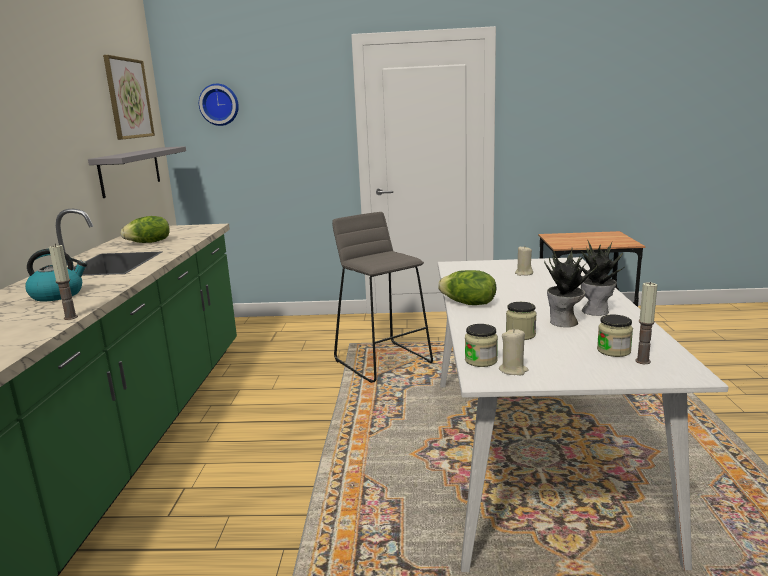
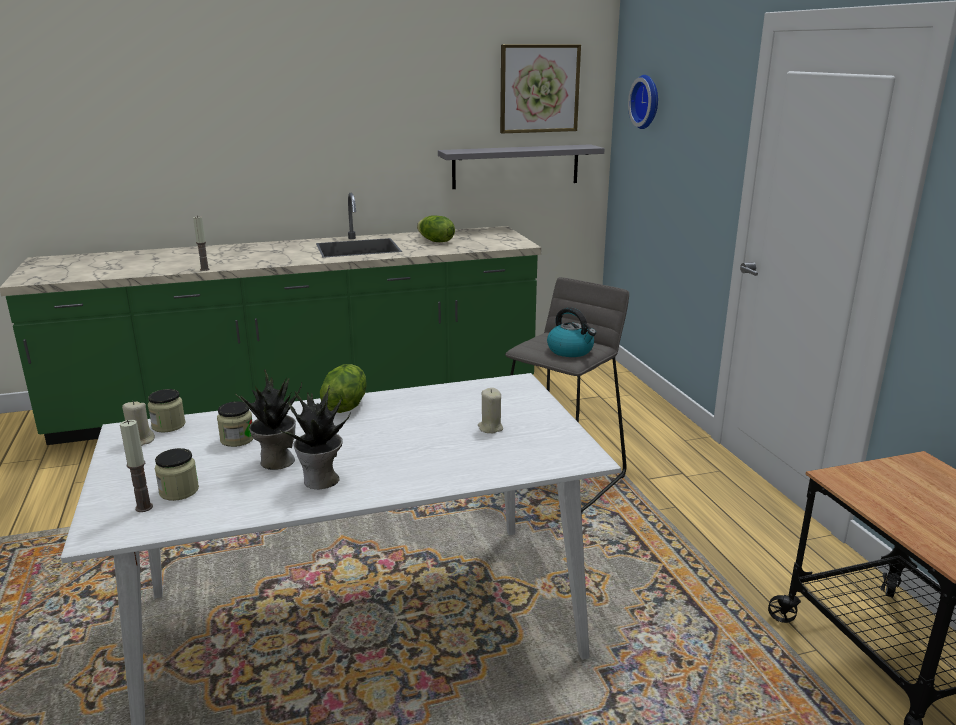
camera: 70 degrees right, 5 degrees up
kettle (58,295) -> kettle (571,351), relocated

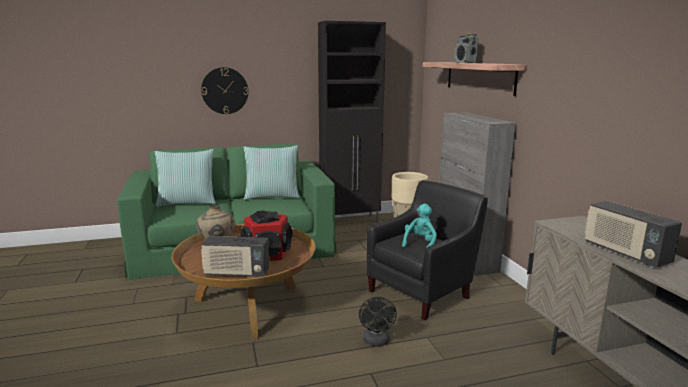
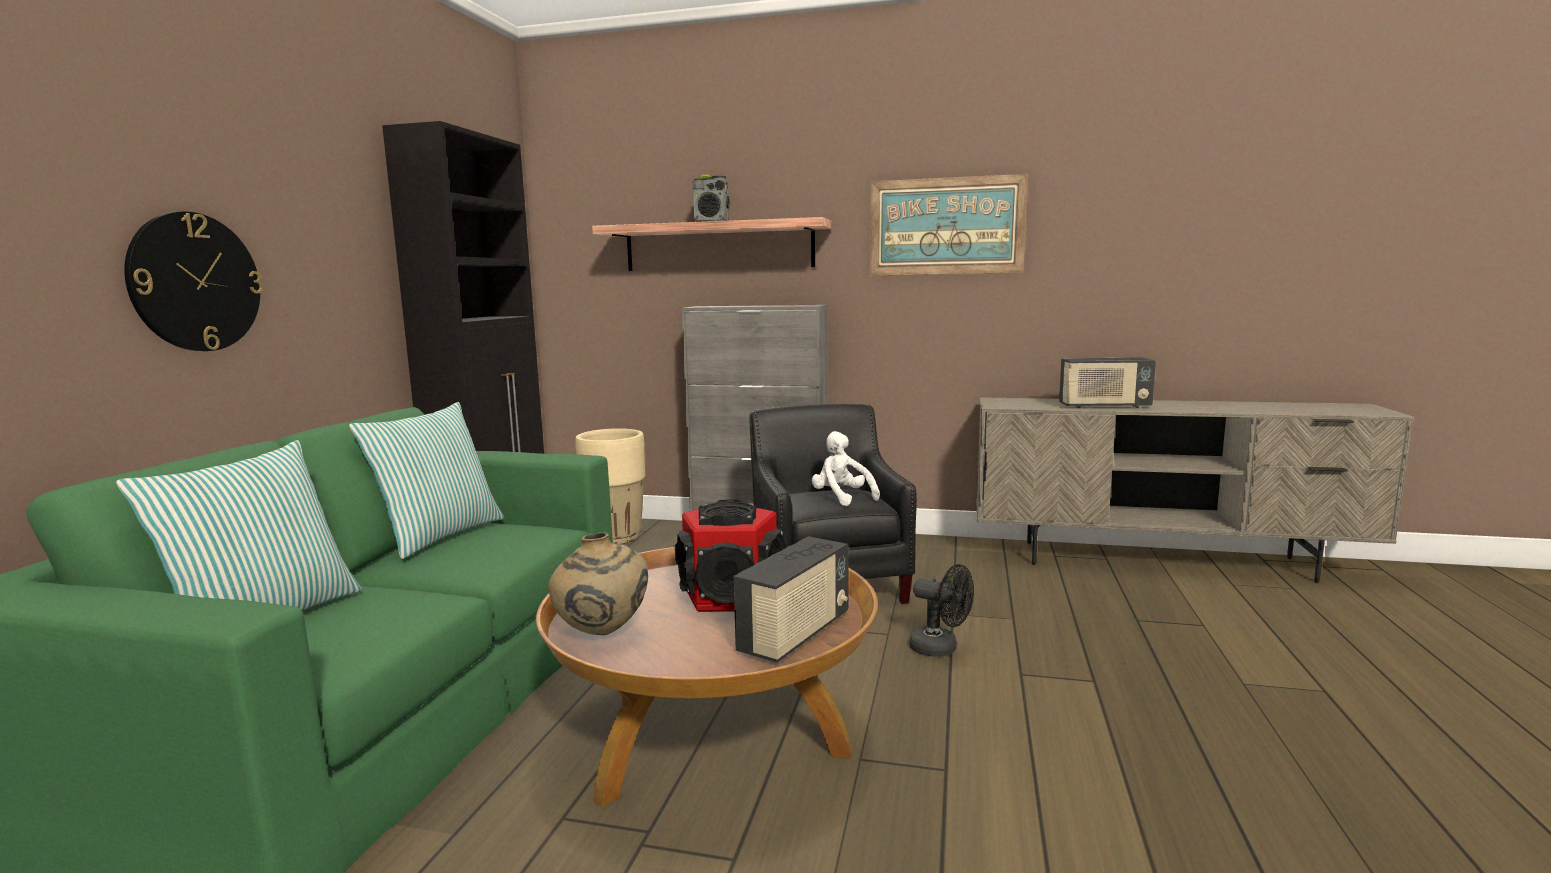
camera: 60 degrees left, 5 degrees down
plush toy (turquoise) (420,244) -> plush toy (white) (841,498)
none -> picture (946,226)

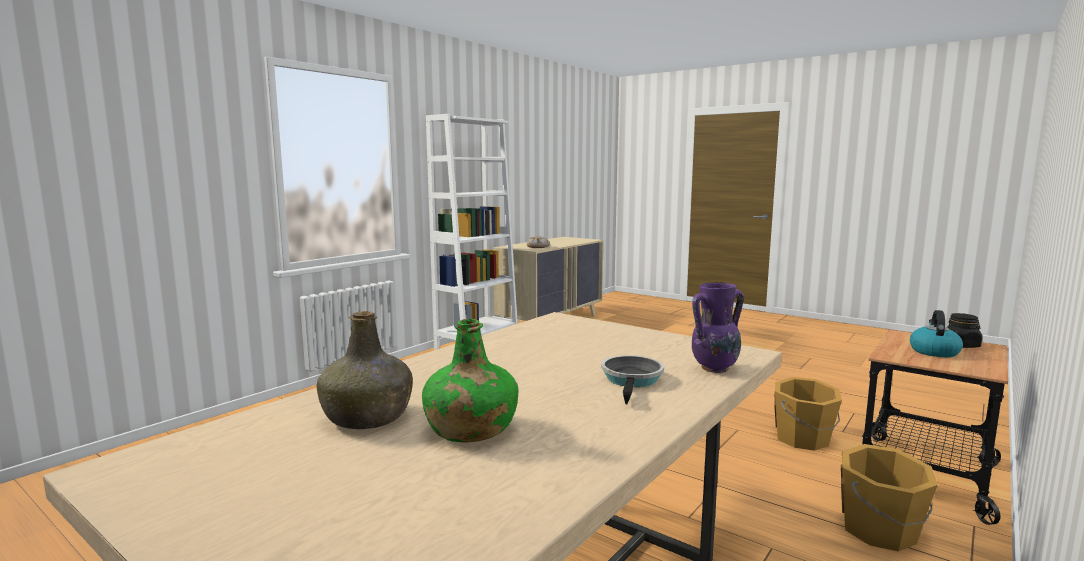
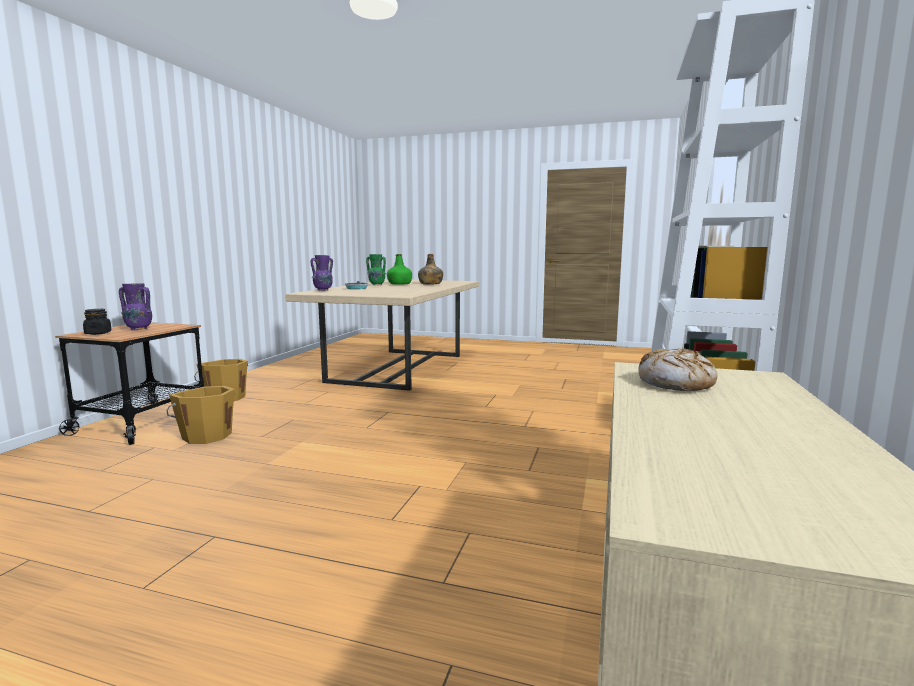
camera: 160 degrees right, 0 degrees up
kettle (934,351) -> vase (purple) (138,329)
none -> vase (green) (376,285)

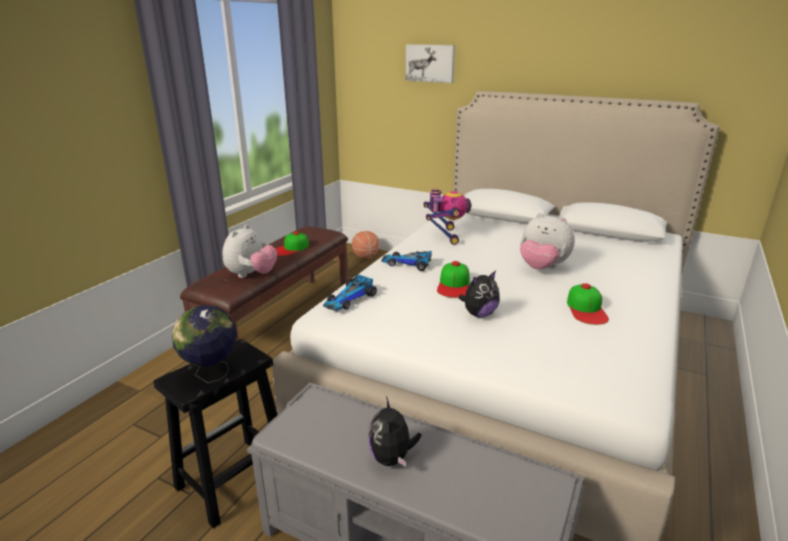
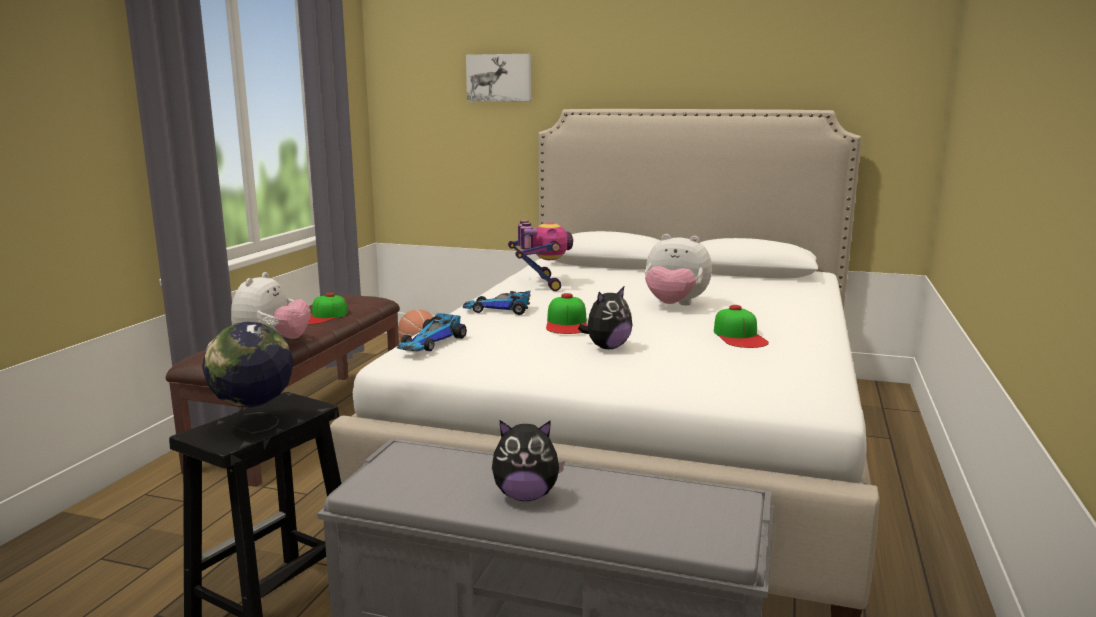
camera: 10 degrees left, 10 degrees down
plush toy (392,458) -> plush toy (526,496), 75 degrees counterclockwise

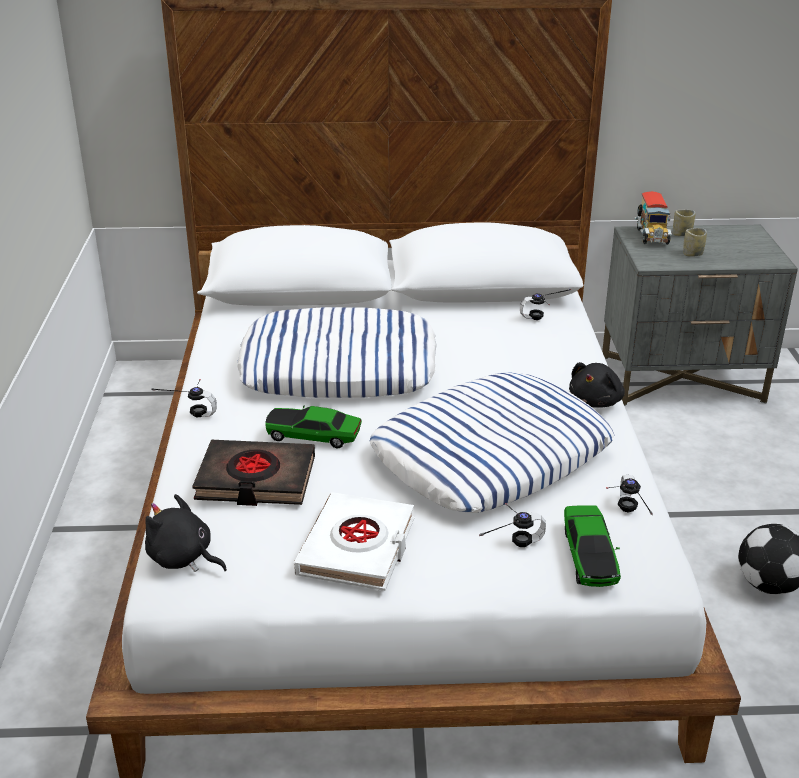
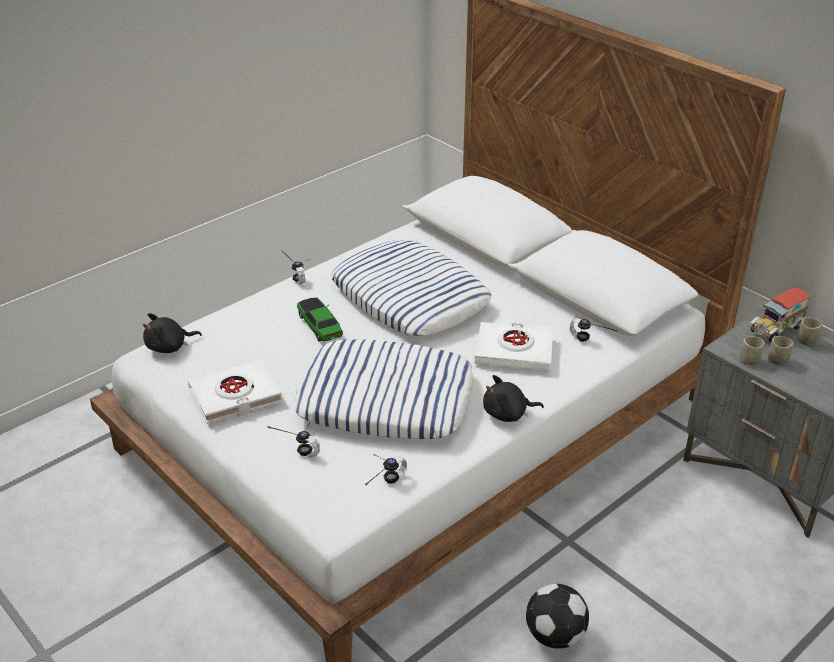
camera: 50 degrees right, 5 degrees up
plush toy (black) (183,558) -> plush toy (black) (169,347), 105 degrees counterclockwise
book (black) (255,479) -> none
toy car (589,556) -> none
none -> book (white) (514,351)
none -> cup (749,361)

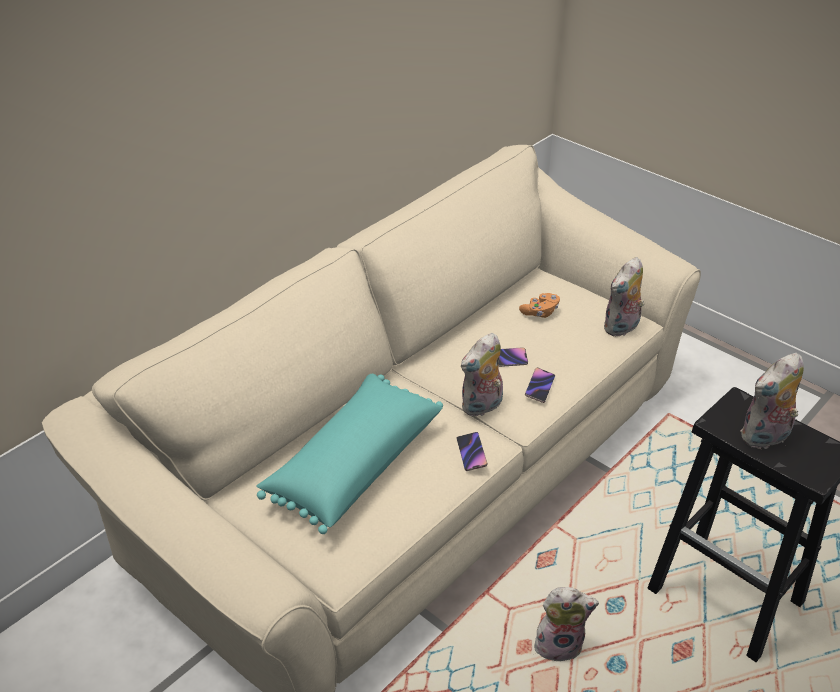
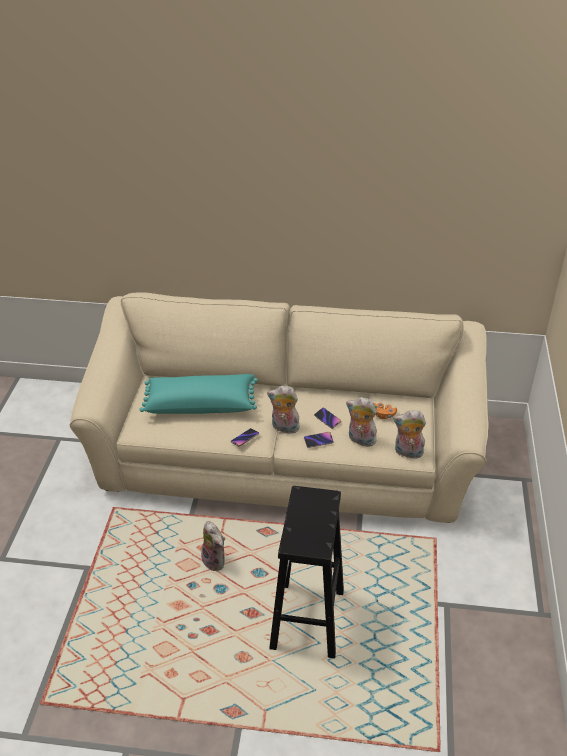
camera: 55 degrees right, 0 degrees up
plush toy (765,438) -> plush toy (360,440), relocated

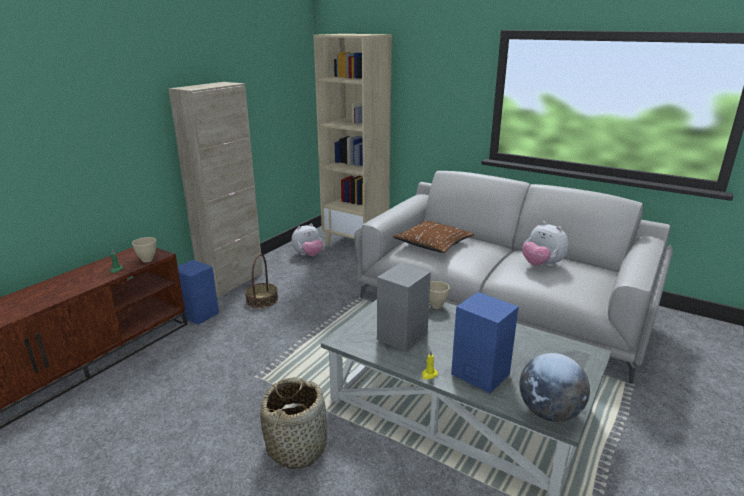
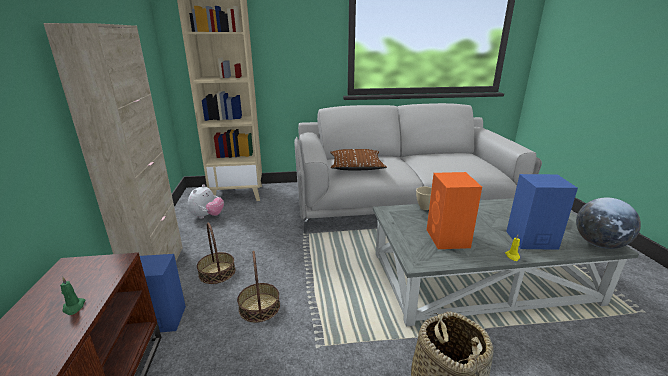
camera: 40 degrees left, 0 degrees up
bowl (beige) (148,260) -> none
speaker (grey) (401,337) -> speaker (orange) (448,239)
plush toy (542,265) -> none
none -> basket (259,307)

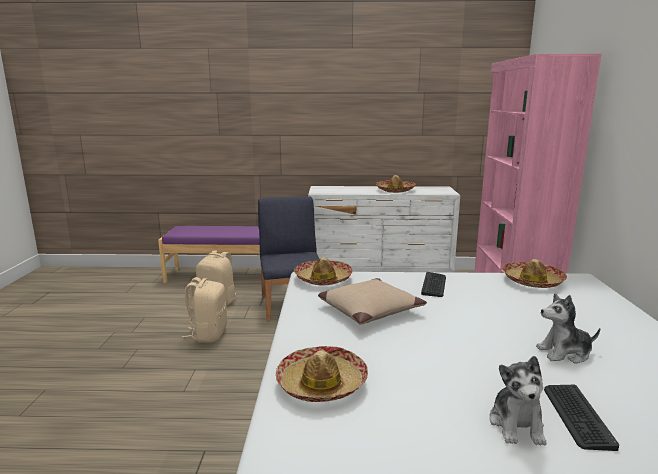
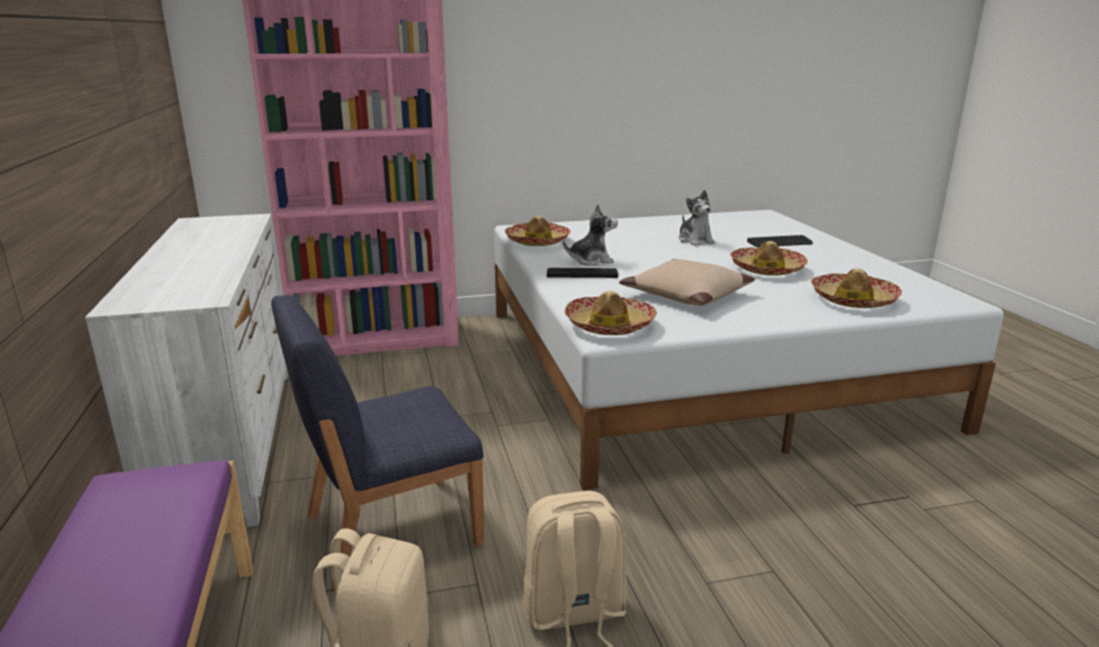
camera: 105 degrees left, 5 degrees up
hat (395,190) -> hat (767,269), relocated
plush toy (517,425) -> plush toy (591,261), relocated

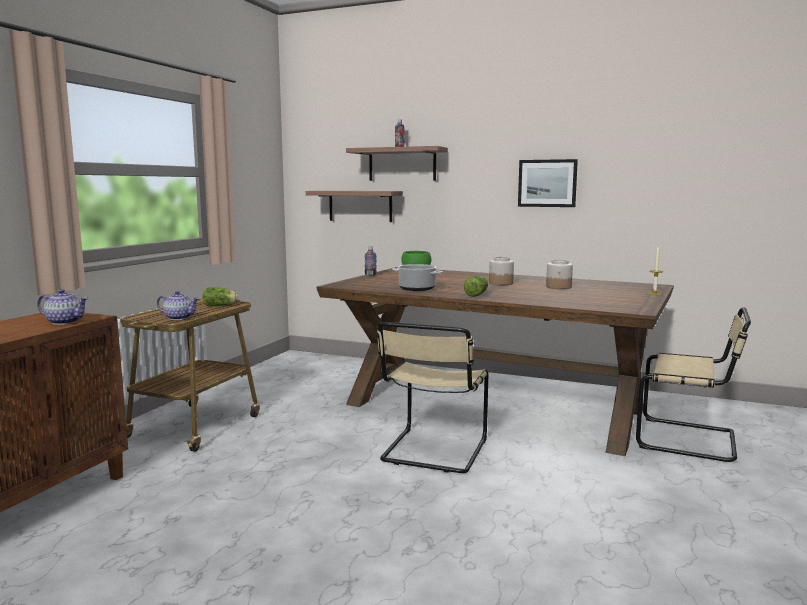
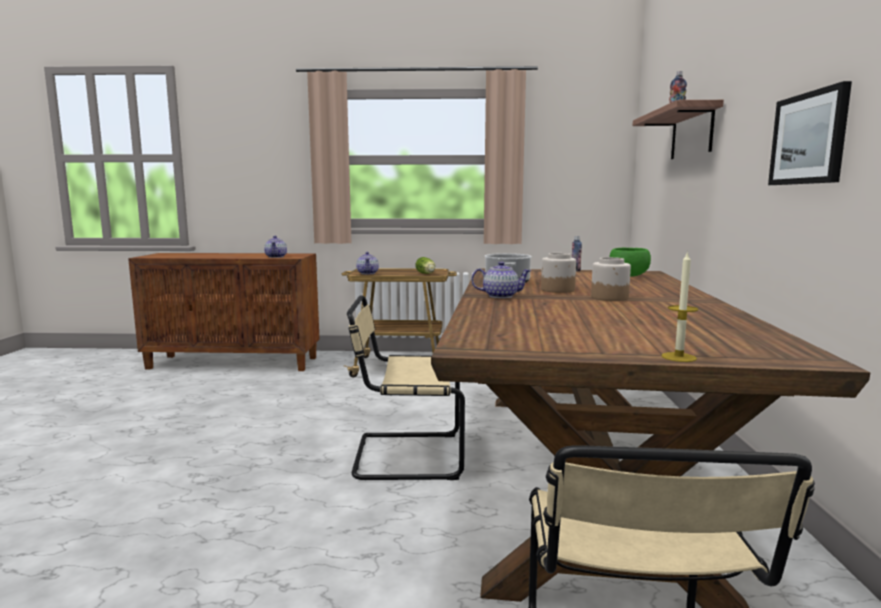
camera: 70 degrees right, 0 degrees up
shelf (360,206) -> none
lettuce (477,294) -> teapot (500,296)
jar (559,287) -> jar (557,290), relocated

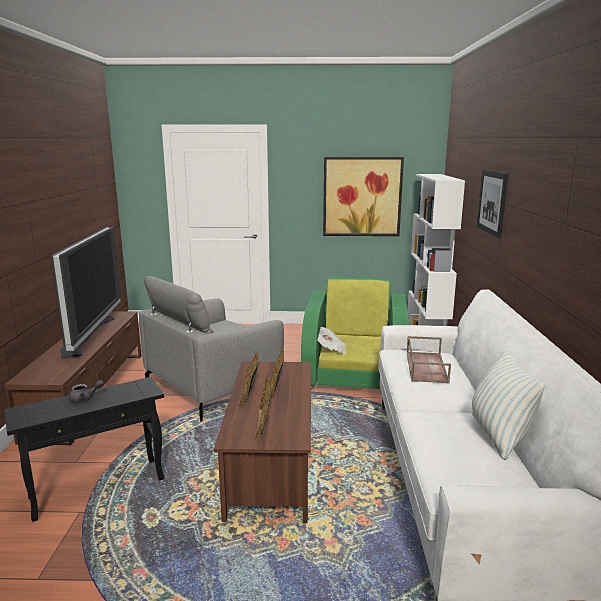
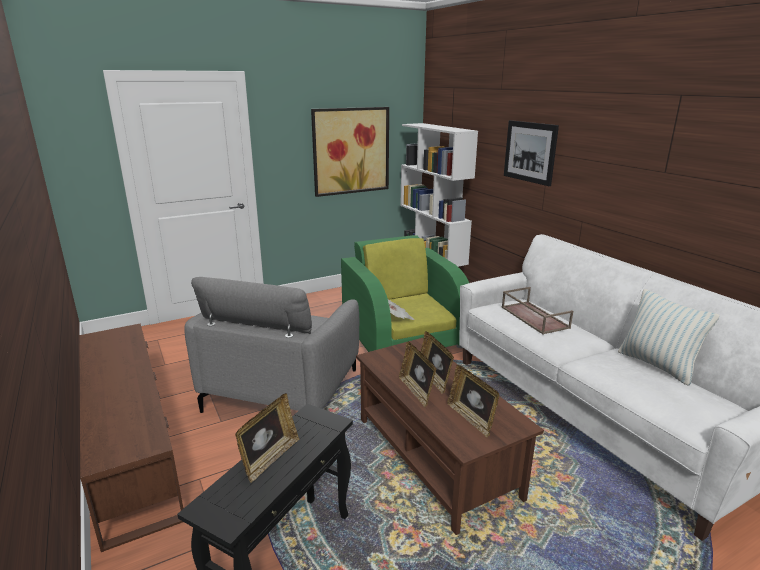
camera: 30 degrees left, 5 degrees up
television (89,335) -> none
teapot (grey) (85,398) -> picture frame (269,458)

